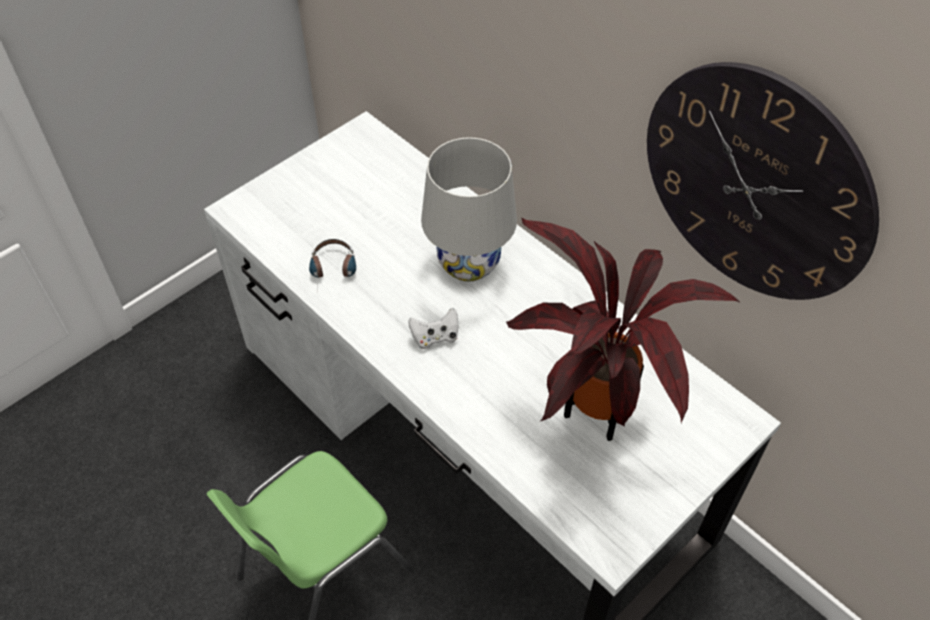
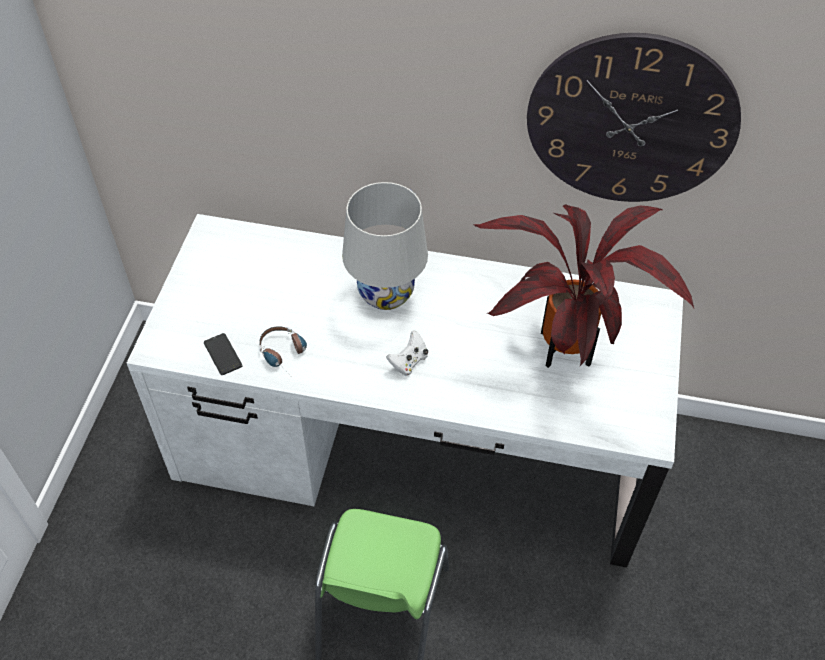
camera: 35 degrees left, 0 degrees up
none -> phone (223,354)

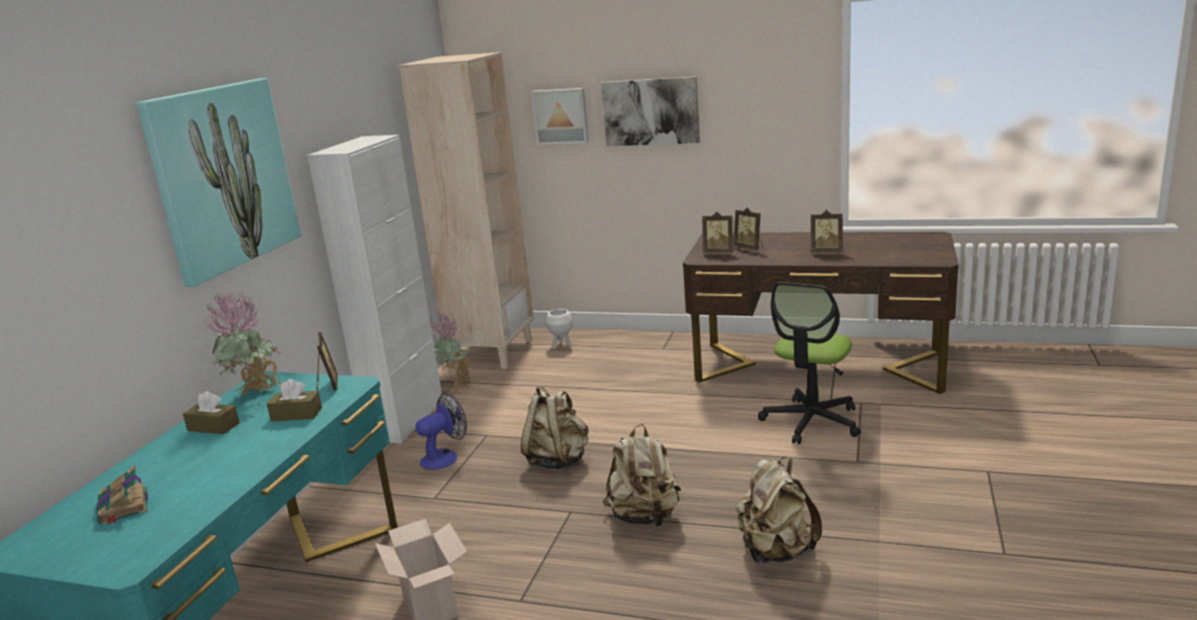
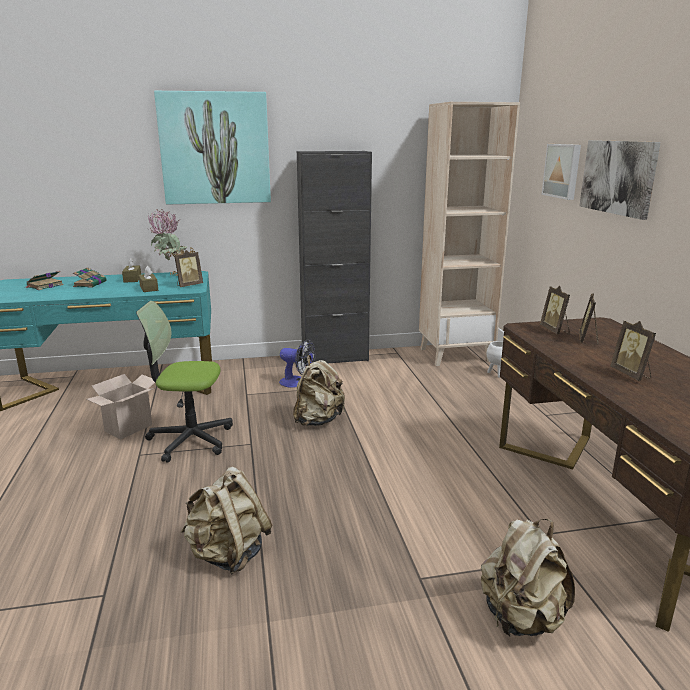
camera: 60 degrees right, 0 degrees up
cabinet (white) (405,420) -> cabinet (black) (335,358)
potted plant (454,386) -> none
backpack (beige) (645,517) -> backpack (beige) (521,618), relocated
office chair (811,421) -> office chair (190,439), relocated
none -> book (90,284)

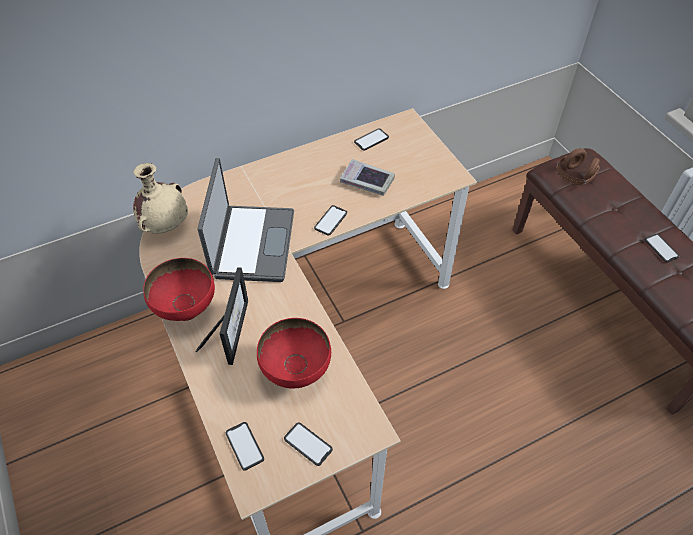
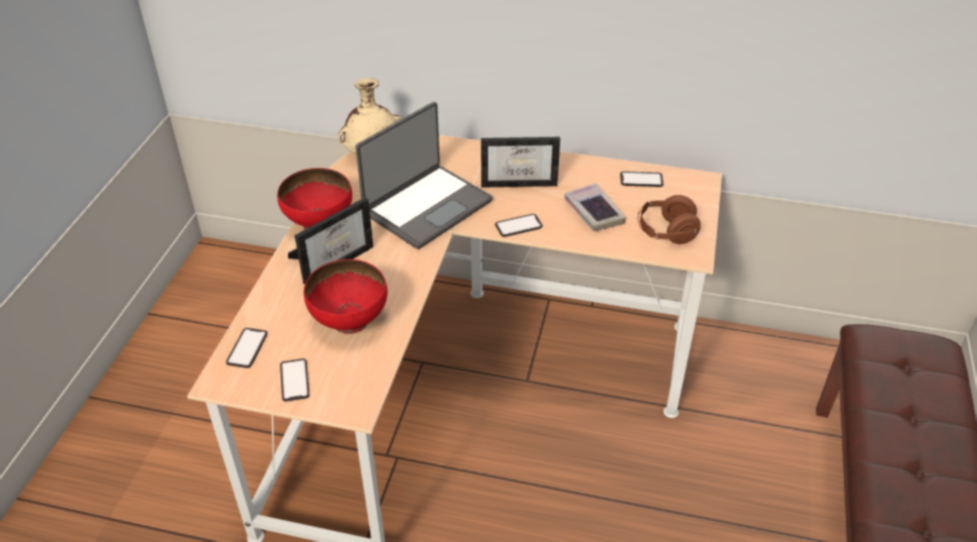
camera: 40 degrees right, 10 degrees down
headphones (brown) (574,177) -> headphones (brown) (666,233), relocated
phone (661,248) -> none
none -> picture frame (520,181)

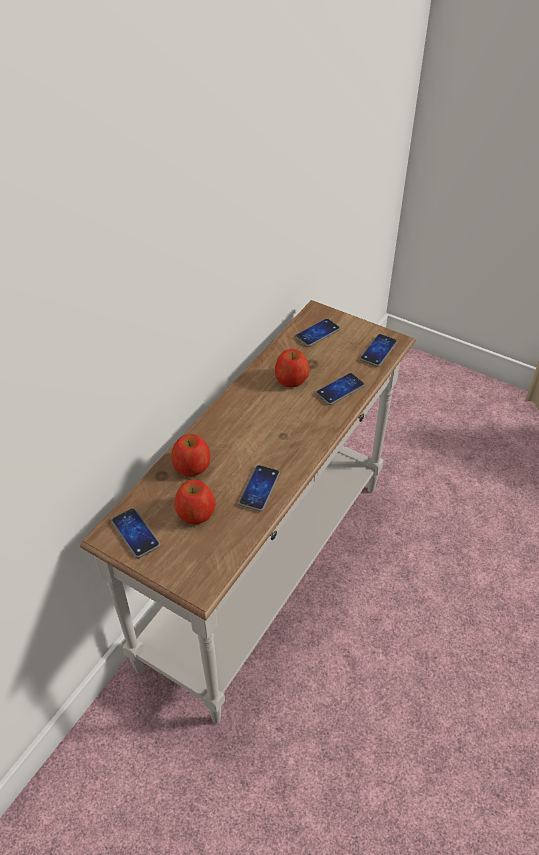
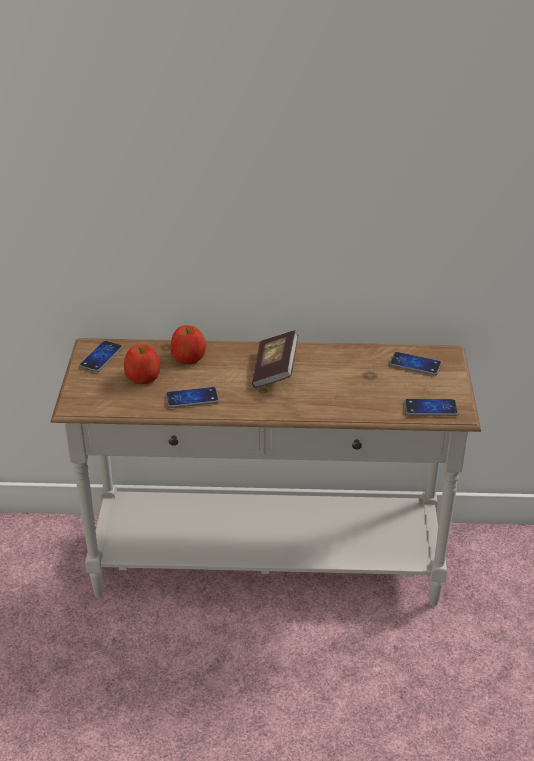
camera: 60 degrees right, 10 degrees down
apple (291,379) -> none
phone (340,390) -> none
none -> book (275,370)

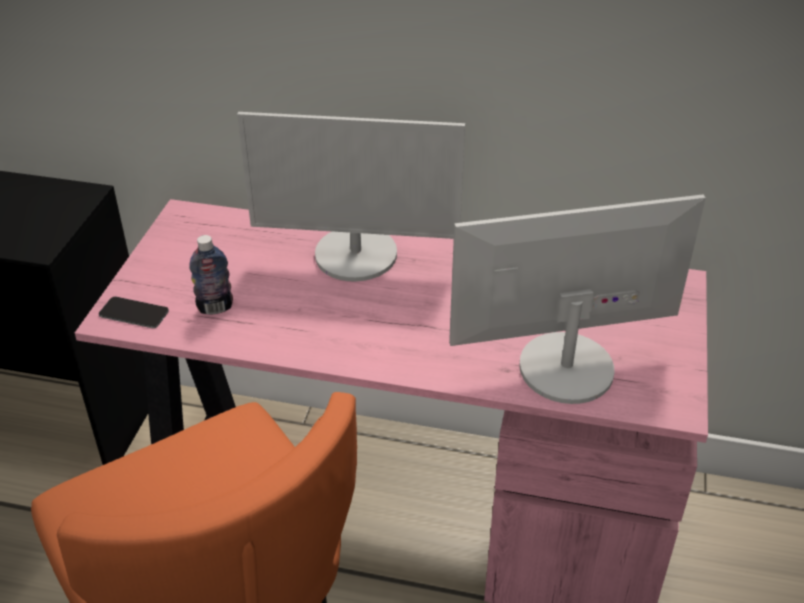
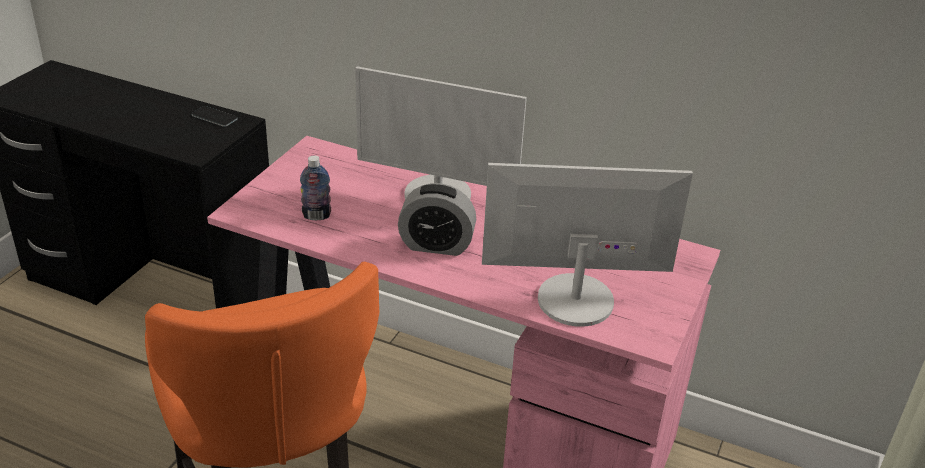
camera: 10 degrees right, 5 degrees down
phone (134,313) -> phone (214,117), relocated
none -> alarm clock (436,245)

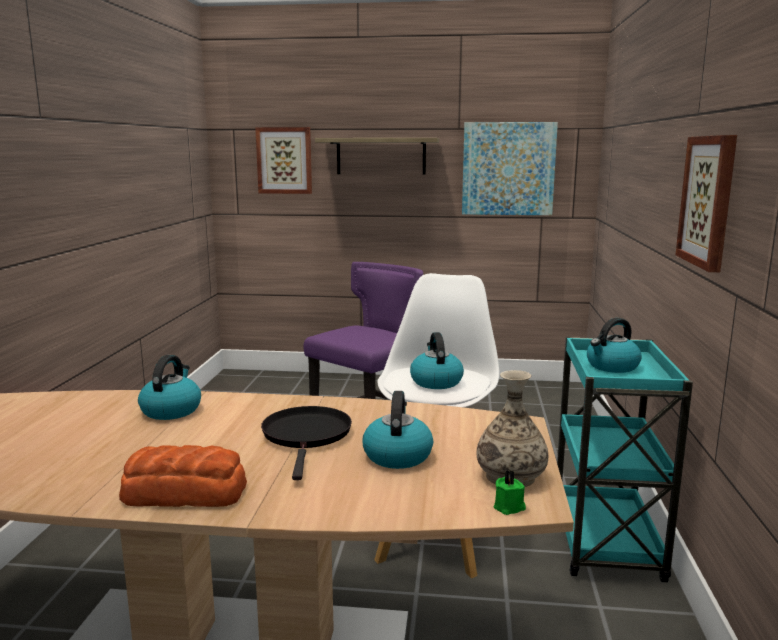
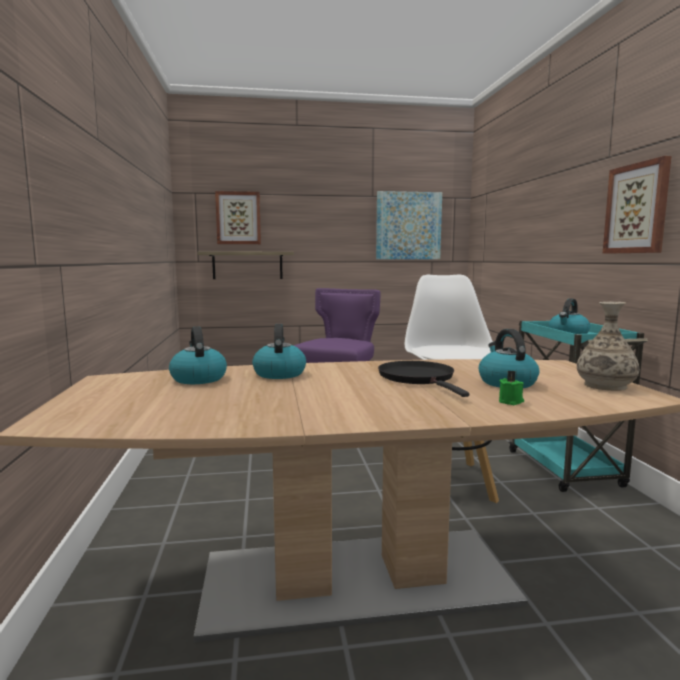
camera: 15 degrees left, 5 degrees down
bread (183,493) -> none
shelf (381,156) -> shelf (247,265), relocated
kettle (435,381) -> kettle (198,378), relocated
candle (green) (509,507) -> candle (green) (511,401), relocated

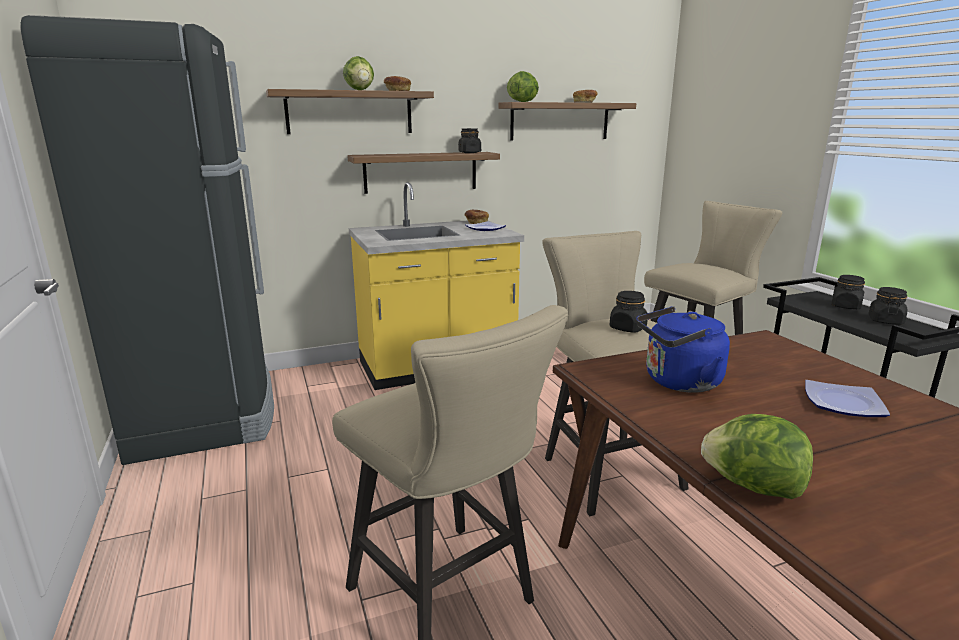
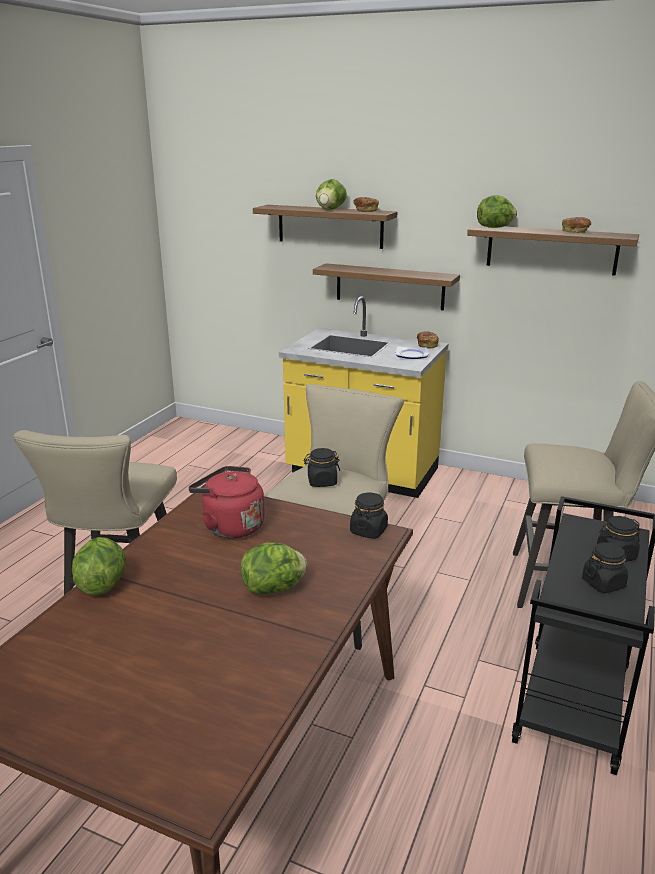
camera: 45 degrees right, 5 degrees up
fridge (black) (205,413) -> none
jar (black) (469,152) -> jar (black) (368,530), relocated
kettle (blue) (678,382) -> kettle (red) (230,526)
plate (842,404) -> lettuce (274,589)

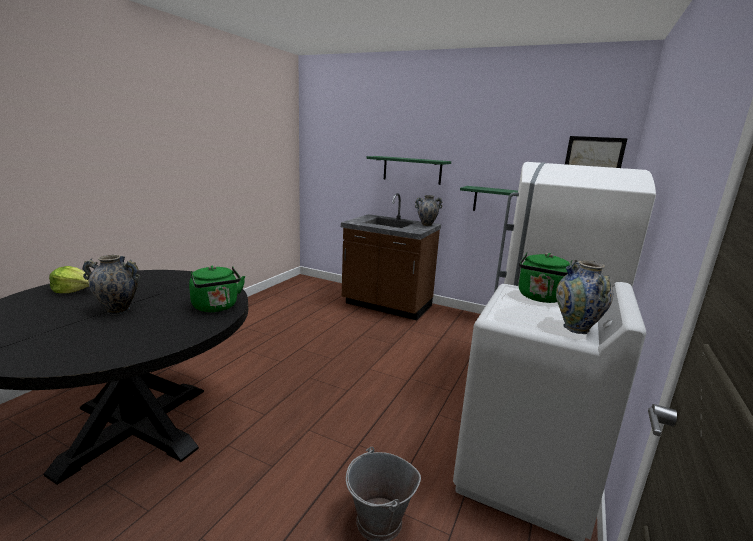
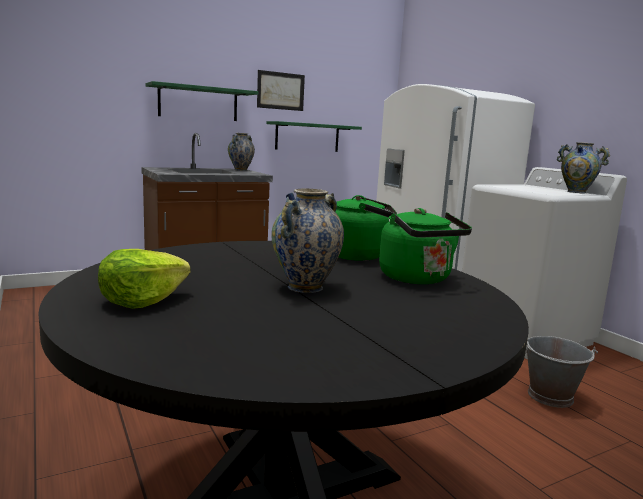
camera: 55 degrees left, 5 degrees down
kettle (green) (541,298) -> kettle (green) (418,279), relocated
picture (594,155) -> picture (280,91), relocated

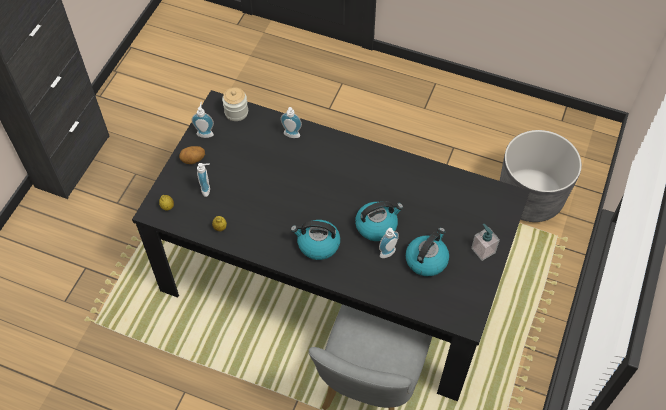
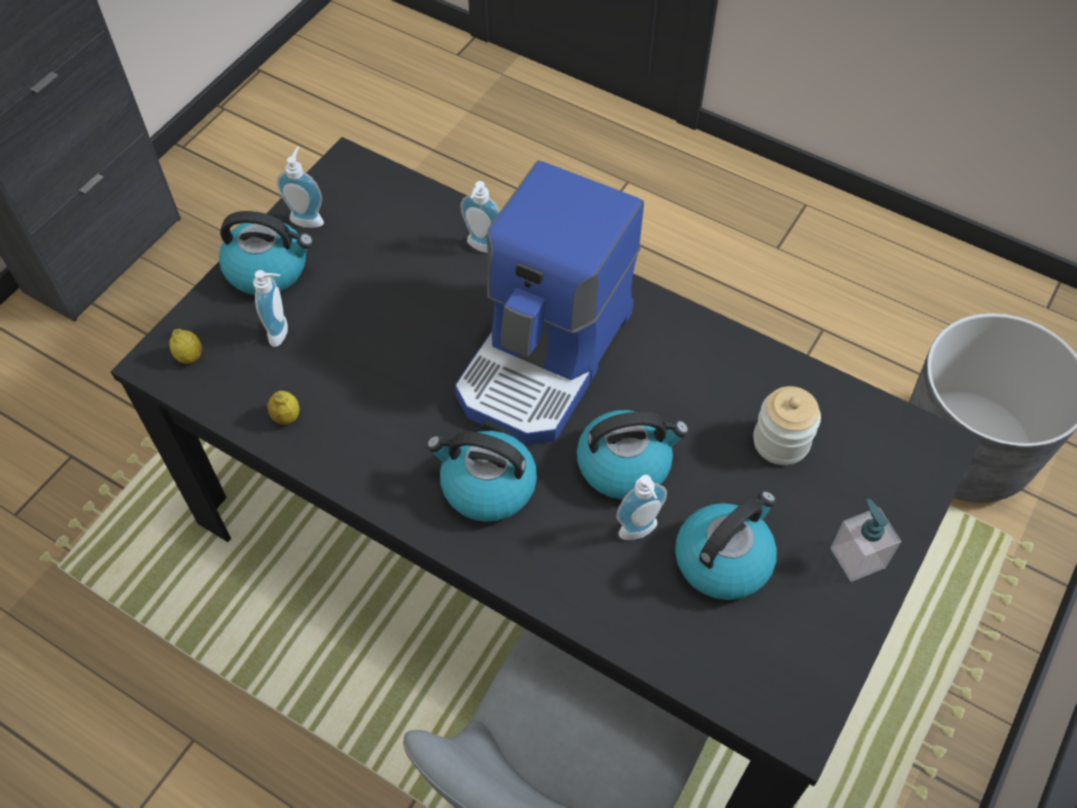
camera: 10 degrees right, 0 degrees up
potato (193,160) -> kettle (269,269)
jar (236,112) -> jar (781,441), relocated
none -> coffee machine (546,358)

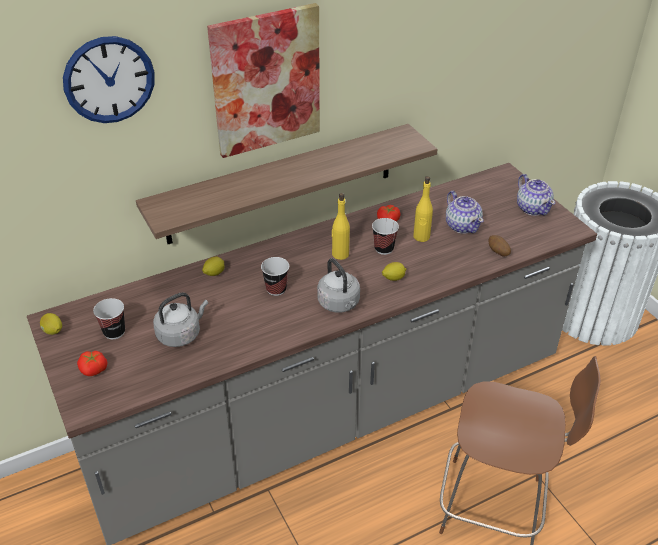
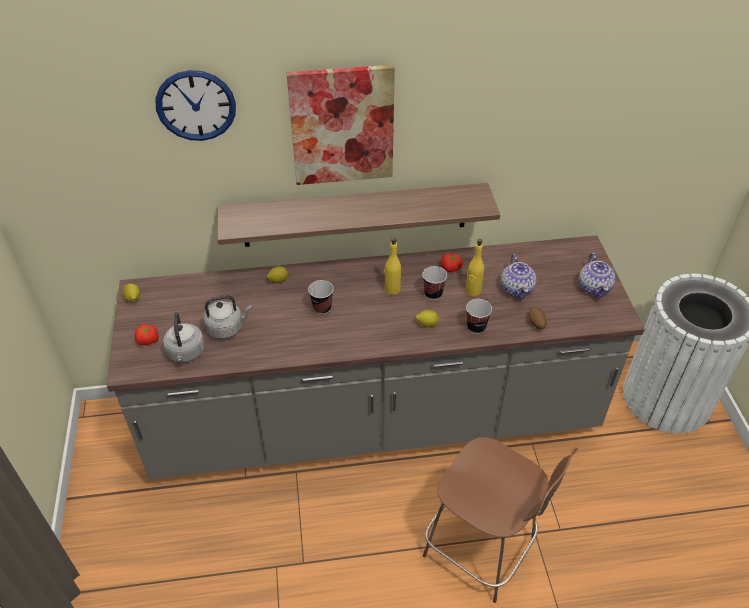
camera: 20 degrees right, 5 degrees up
cup (114,332) -> cup (476,327), relocated
kettle (grey) (339,304) -> kettle (grey) (186,353), relocated

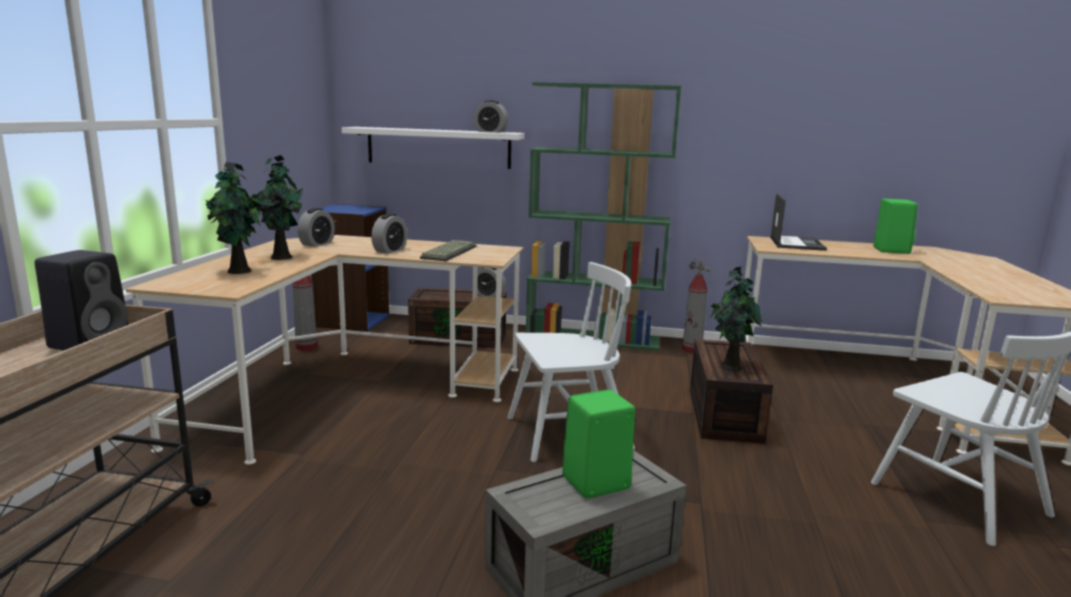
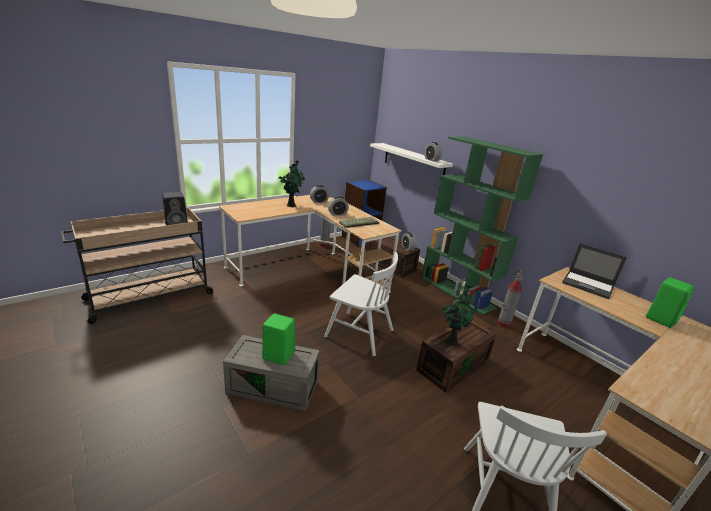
camera: 40 degrees right, 10 degrees up
potted plant (240,271) -> none
laptop (796,243) -> laptop (588,285), 75 degrees clockwise

